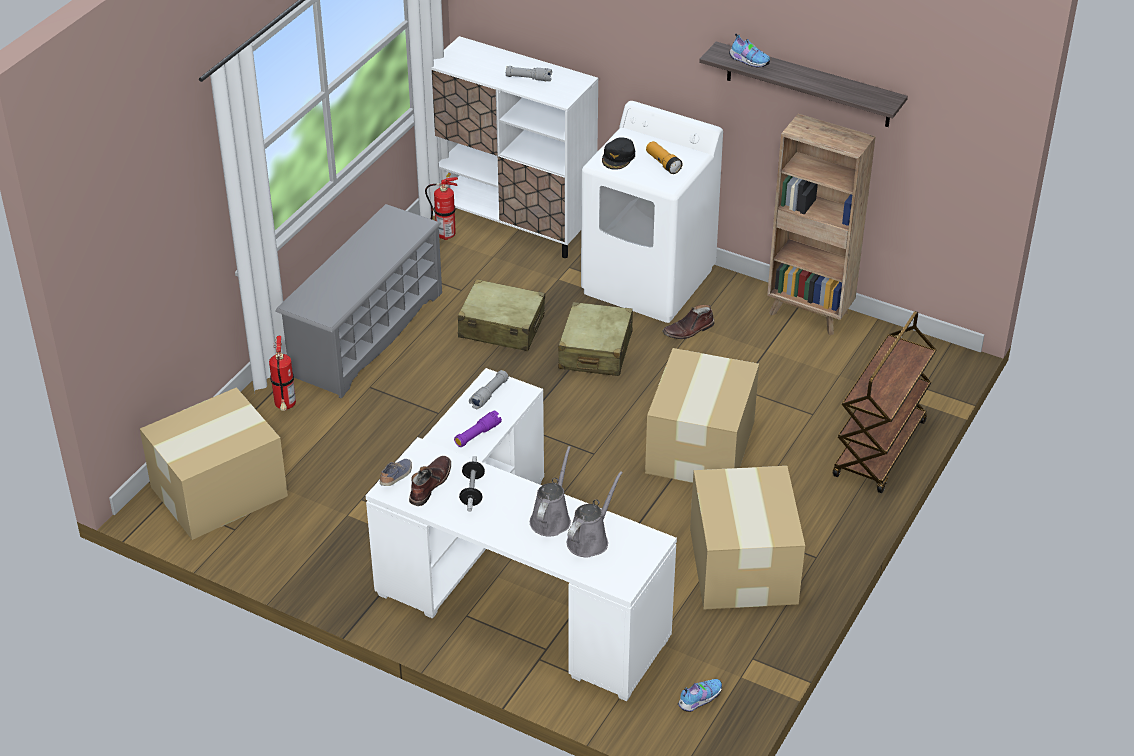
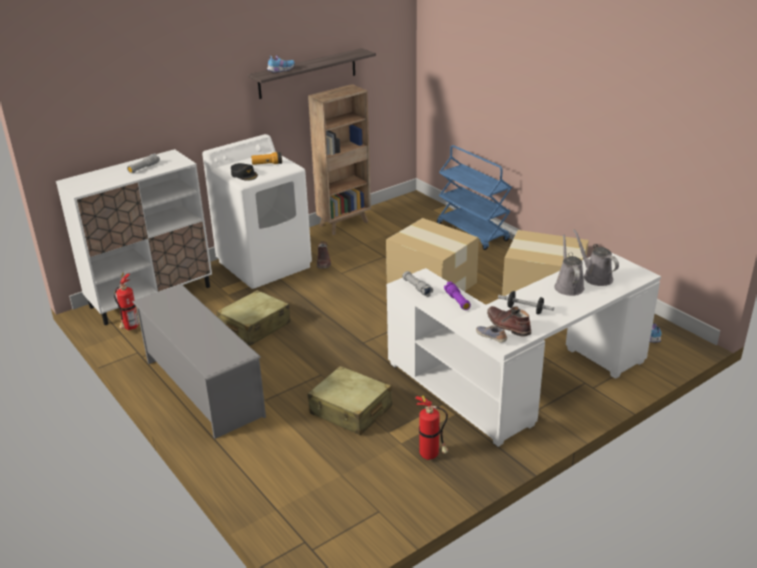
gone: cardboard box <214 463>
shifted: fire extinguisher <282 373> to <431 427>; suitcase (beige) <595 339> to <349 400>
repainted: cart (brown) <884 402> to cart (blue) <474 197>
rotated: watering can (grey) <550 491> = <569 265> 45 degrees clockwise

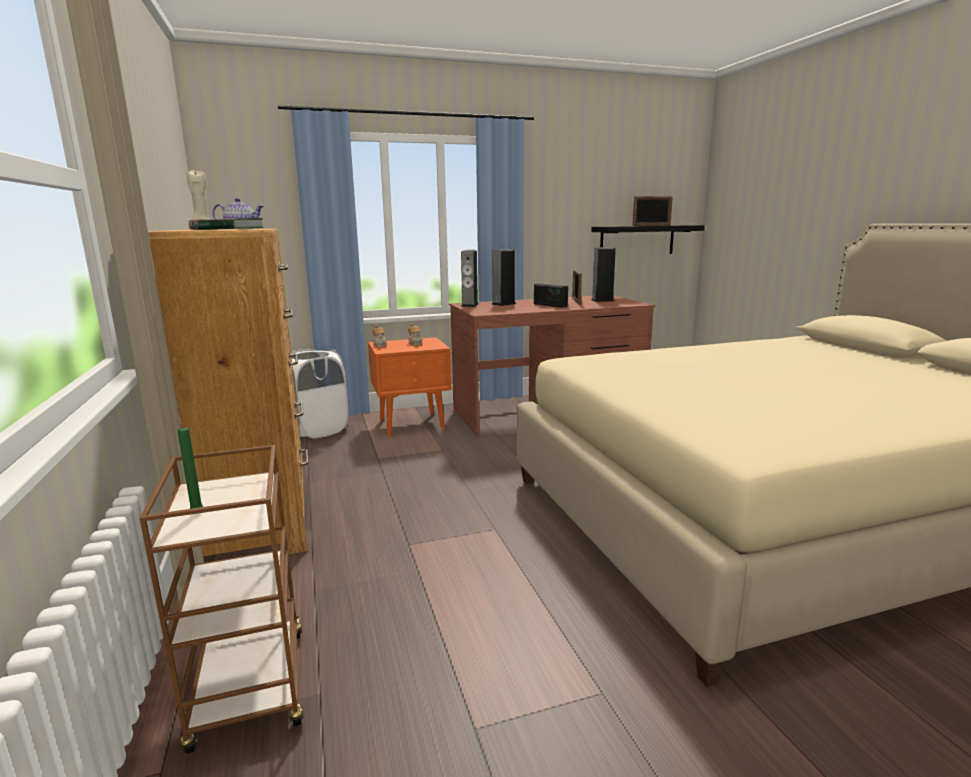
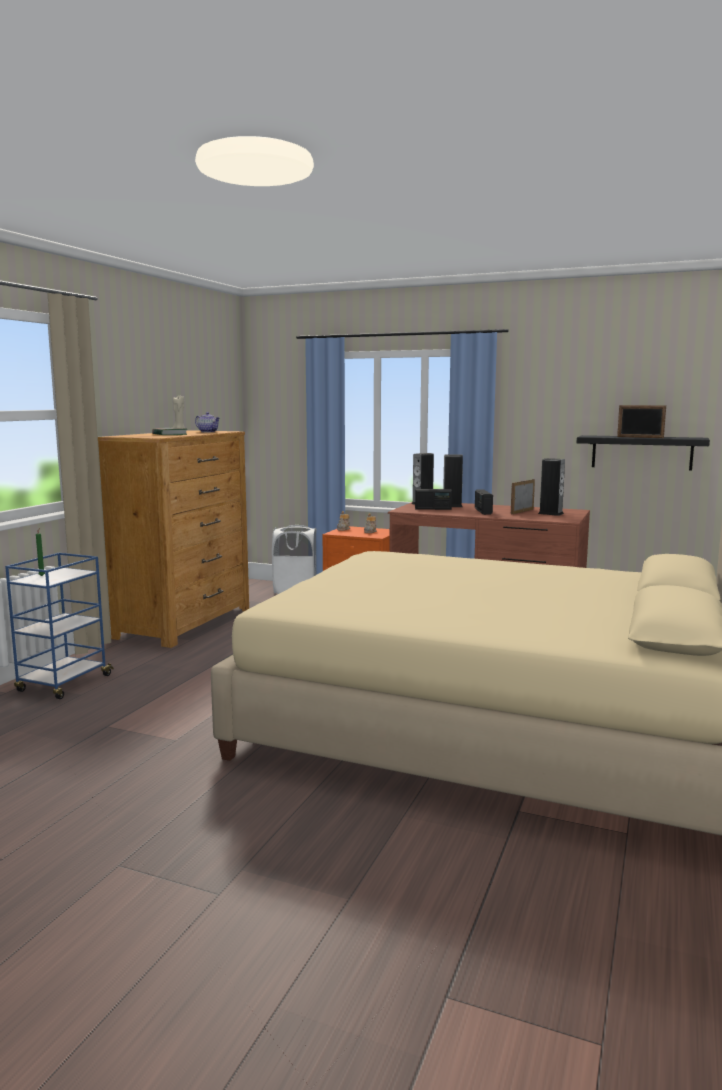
new: radio <433 499>
repainted: cart (brown) <222 599> to cart (blue) <59 626>

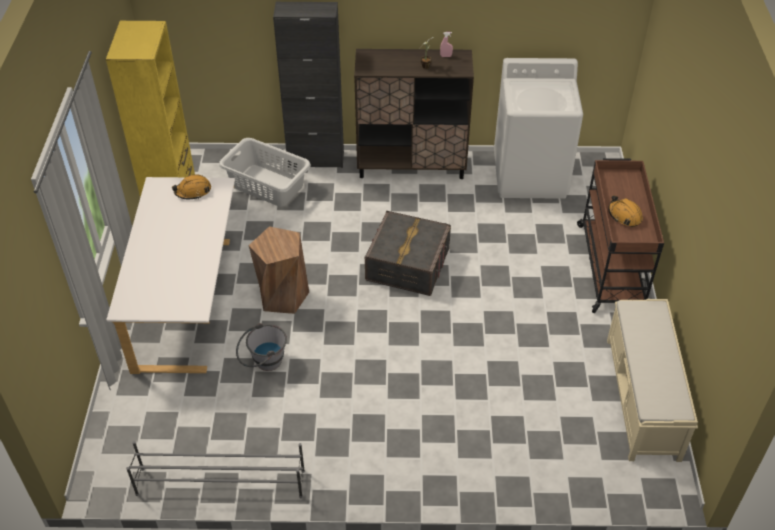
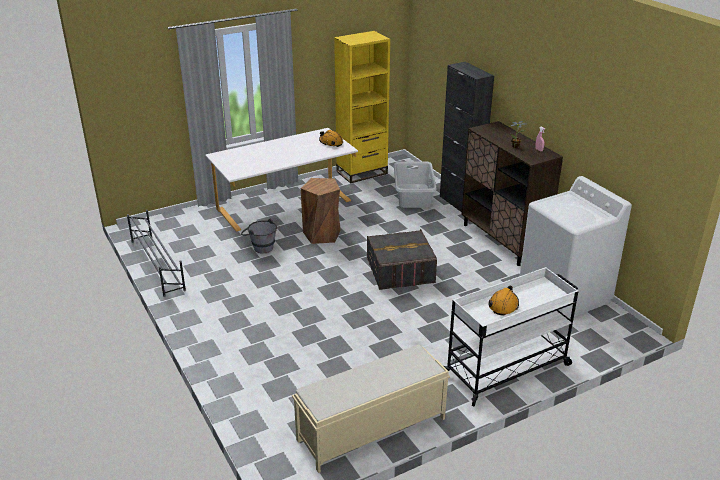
repainted: cart (brown) <620 235> to cart (white) <511 336>

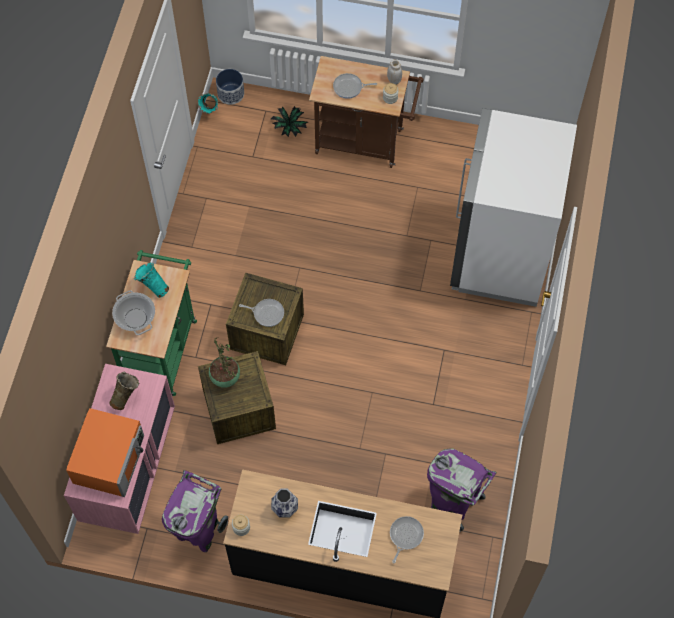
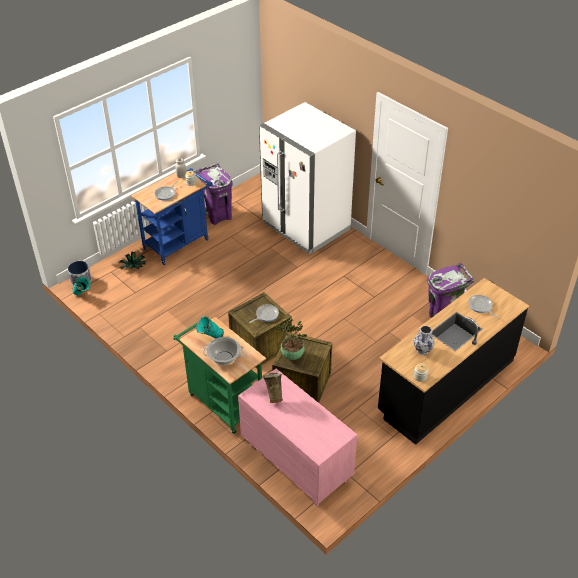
gone: microwave (orange) <105 452>
shifted: trash can (purple) <195 511> to <214 194>
repainted: cart (brown) <366 112> to cart (blue) <172 216>

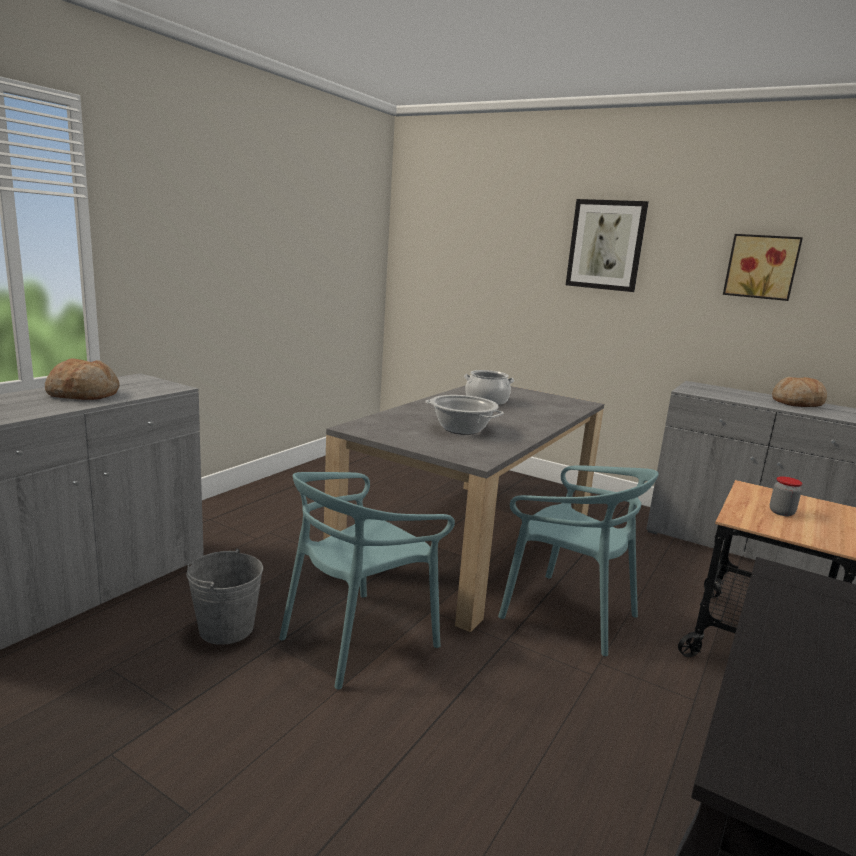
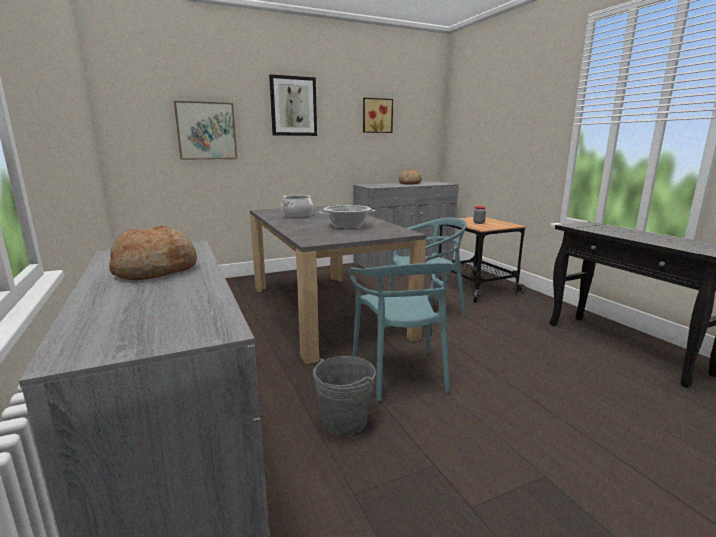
new: picture <205 130>

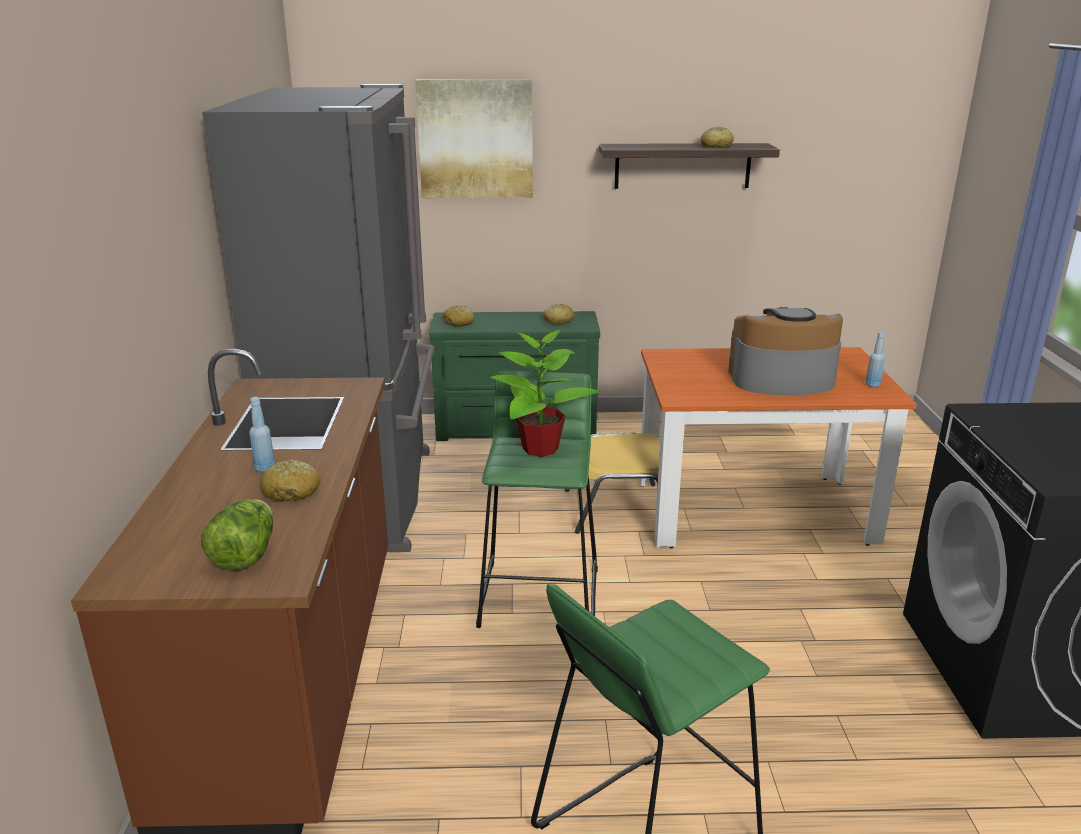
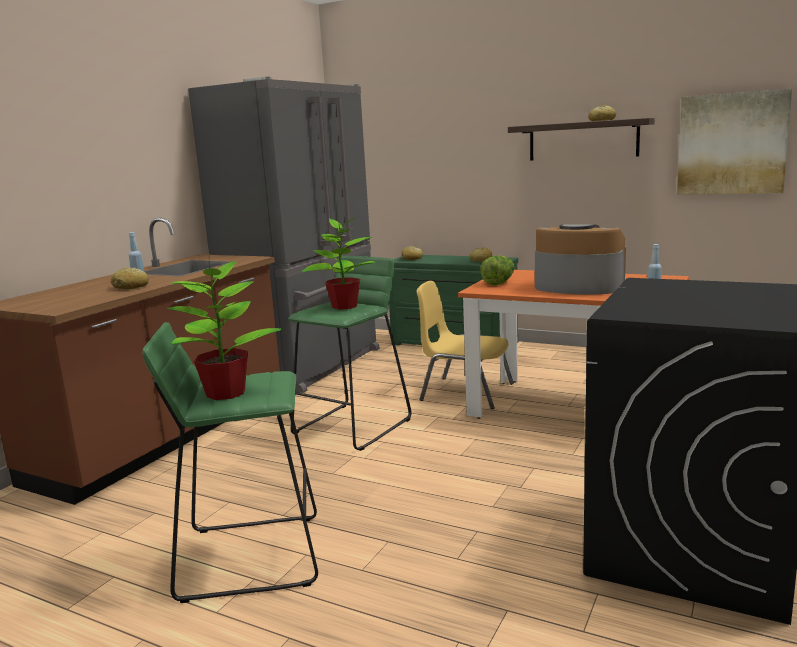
new: potted plant <225 328>
shifted: lettuce <237 535> to <497 270>; picture <474 138> to <734 142>

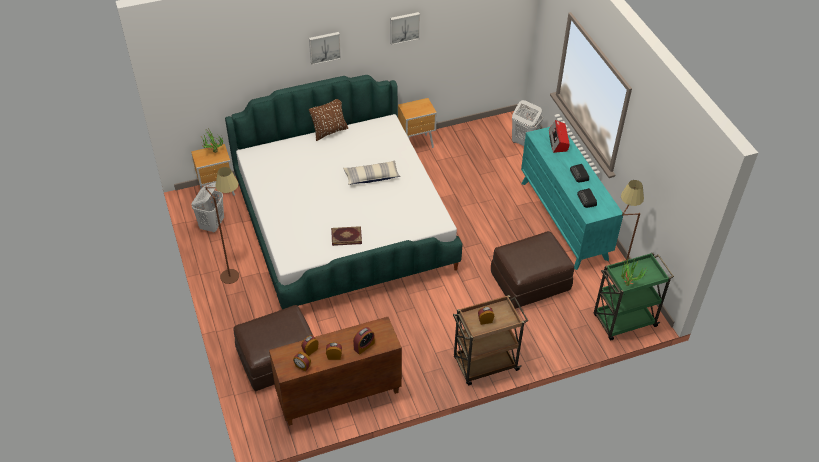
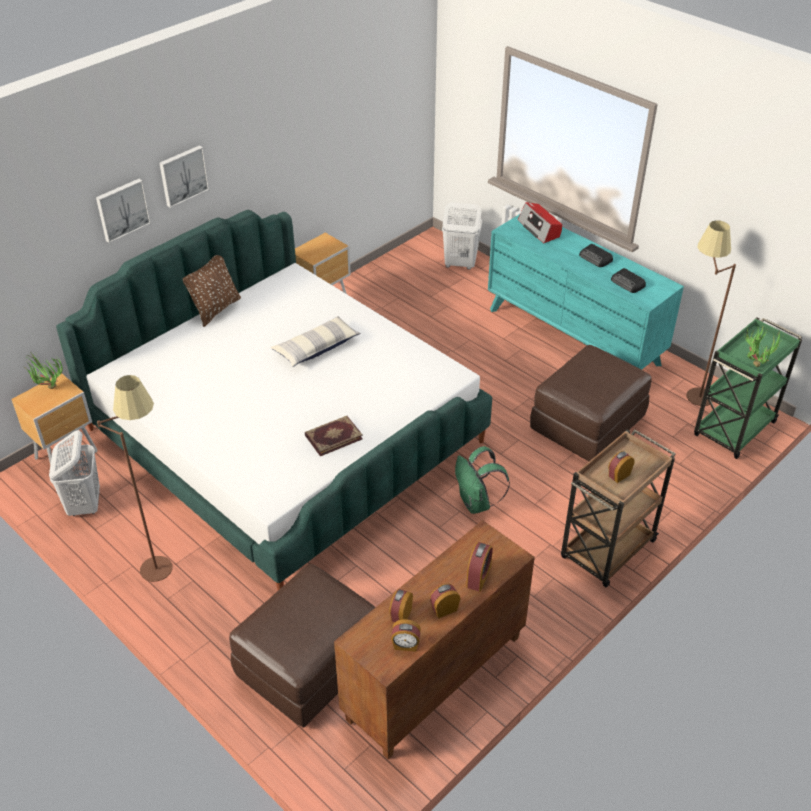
new: backpack (green) <482 480>
shifted: picture <405 28> to <123 211>

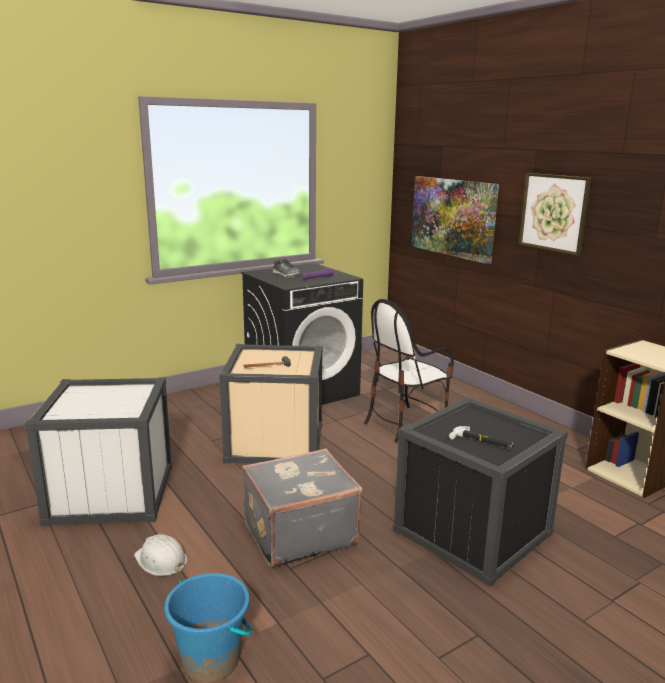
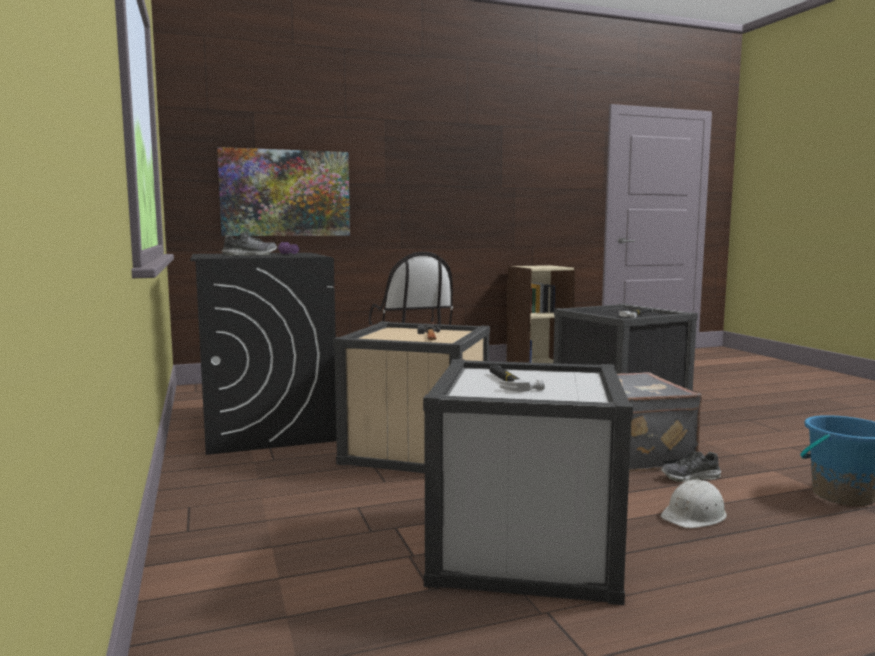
gone: picture <555 214>
new: hammer <517 378>; shoe <691 467>

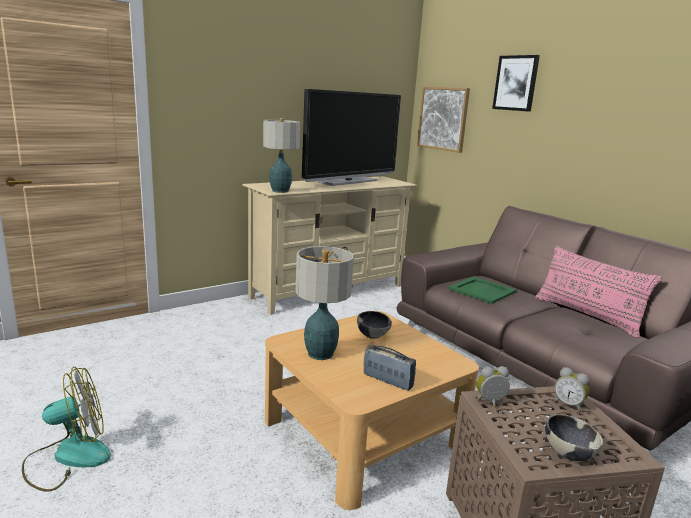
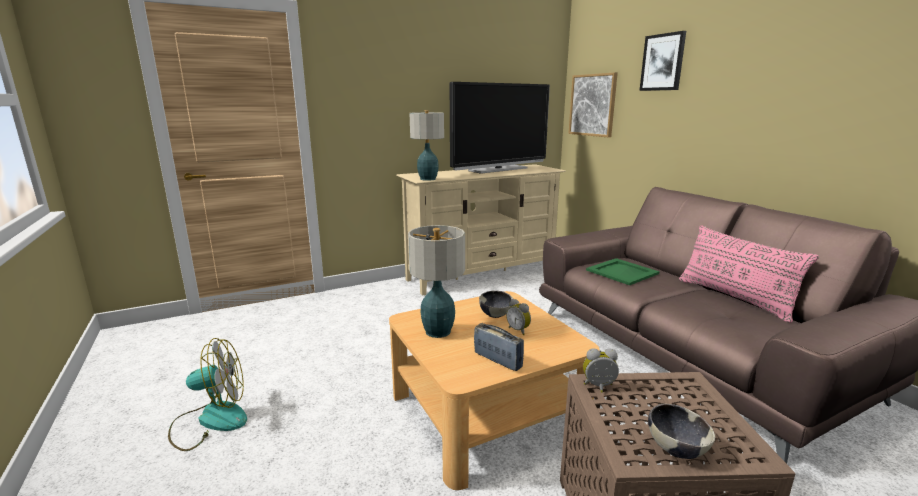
shifted: alarm clock <571 389> to <518 317>

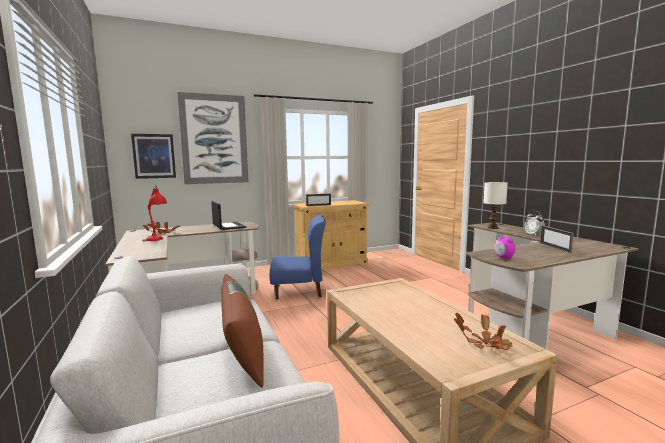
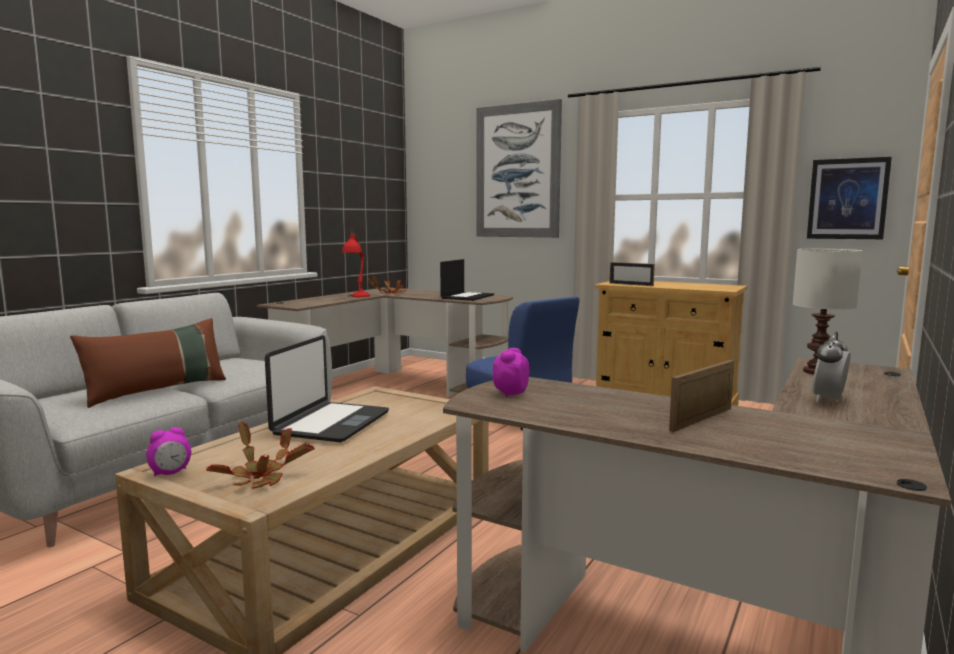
new: alarm clock <168 451>; laptop <327 388>
shifted: picture <153 156> to <849 198>

